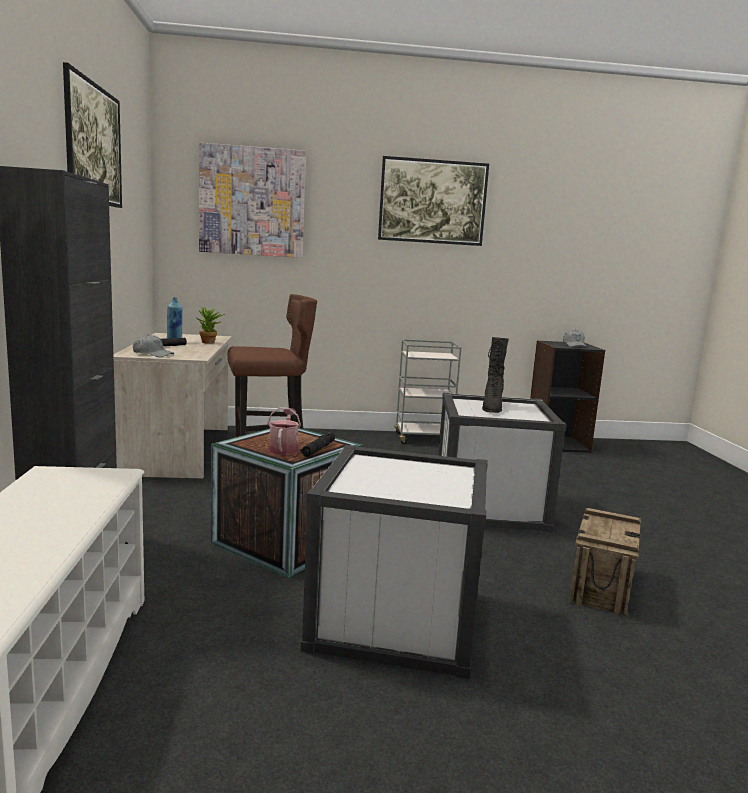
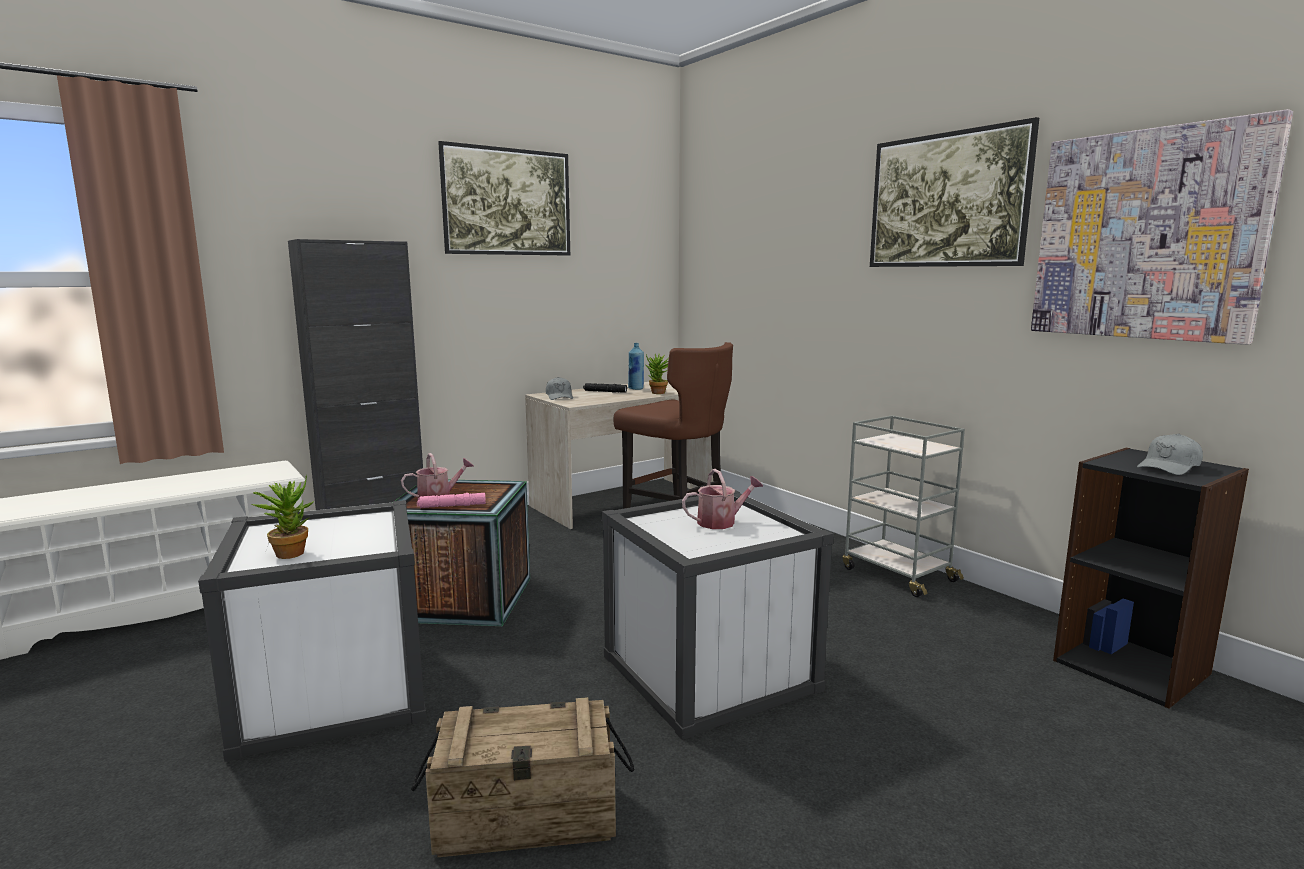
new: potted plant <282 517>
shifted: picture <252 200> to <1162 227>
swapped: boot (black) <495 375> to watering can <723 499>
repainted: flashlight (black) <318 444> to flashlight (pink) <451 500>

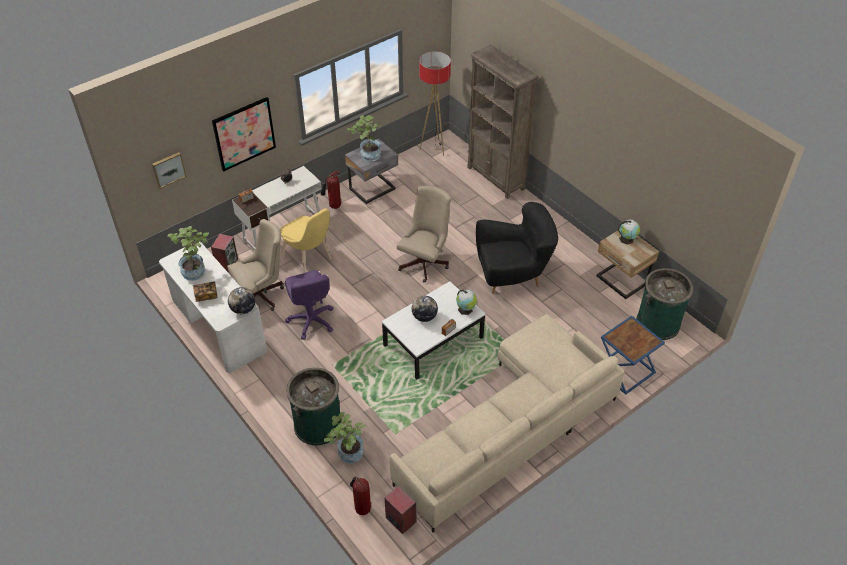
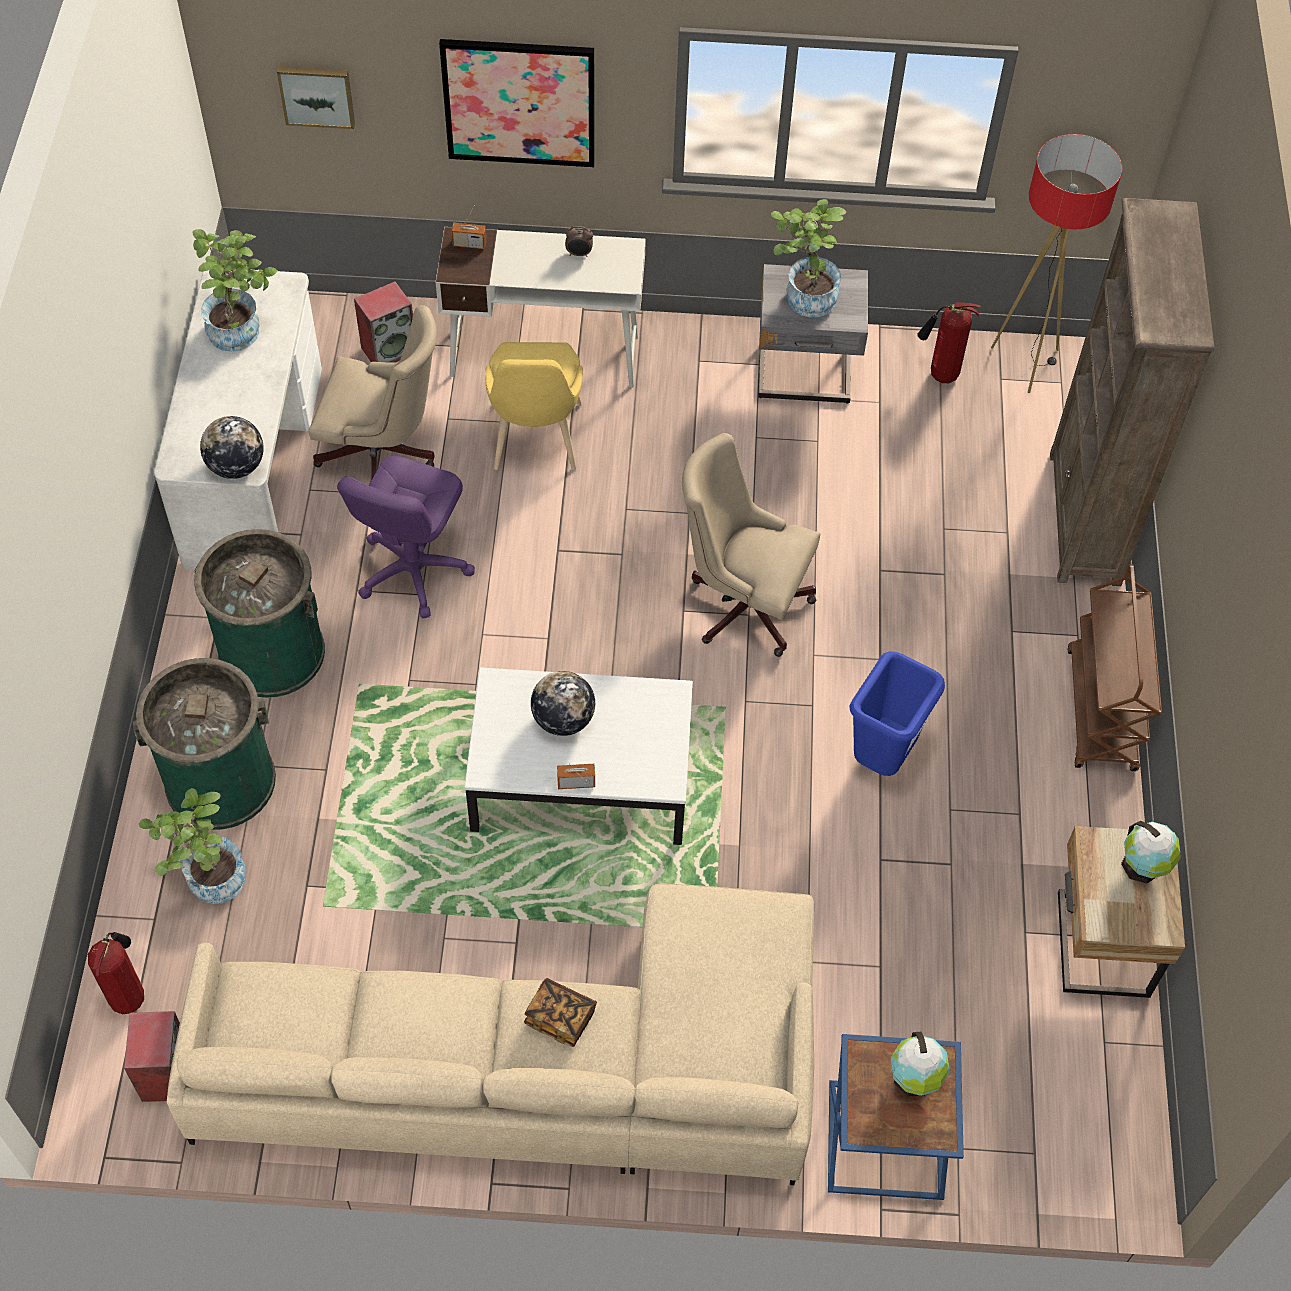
new: cart (brown) <1114 667>
shifted: book <205 292> to <560 1012>; fire extinguisher <331 189> to <949 343>; globe <466 302> to <920 1064>; trash can (green) <664 304> to <259 613>
swapped: armchair (black) <517 248> to trash can (blue) <897 713>
rotated: office chair (beige) <424 234> = <751 545> 135 degrees counterclockwise

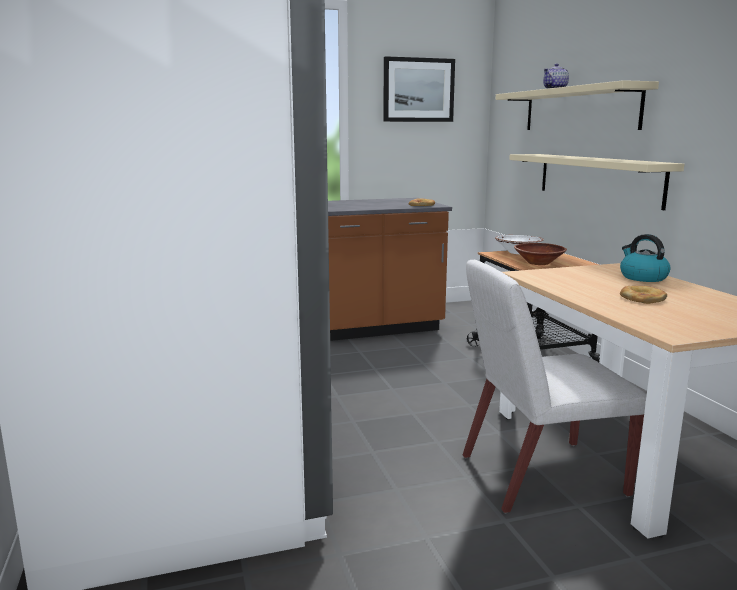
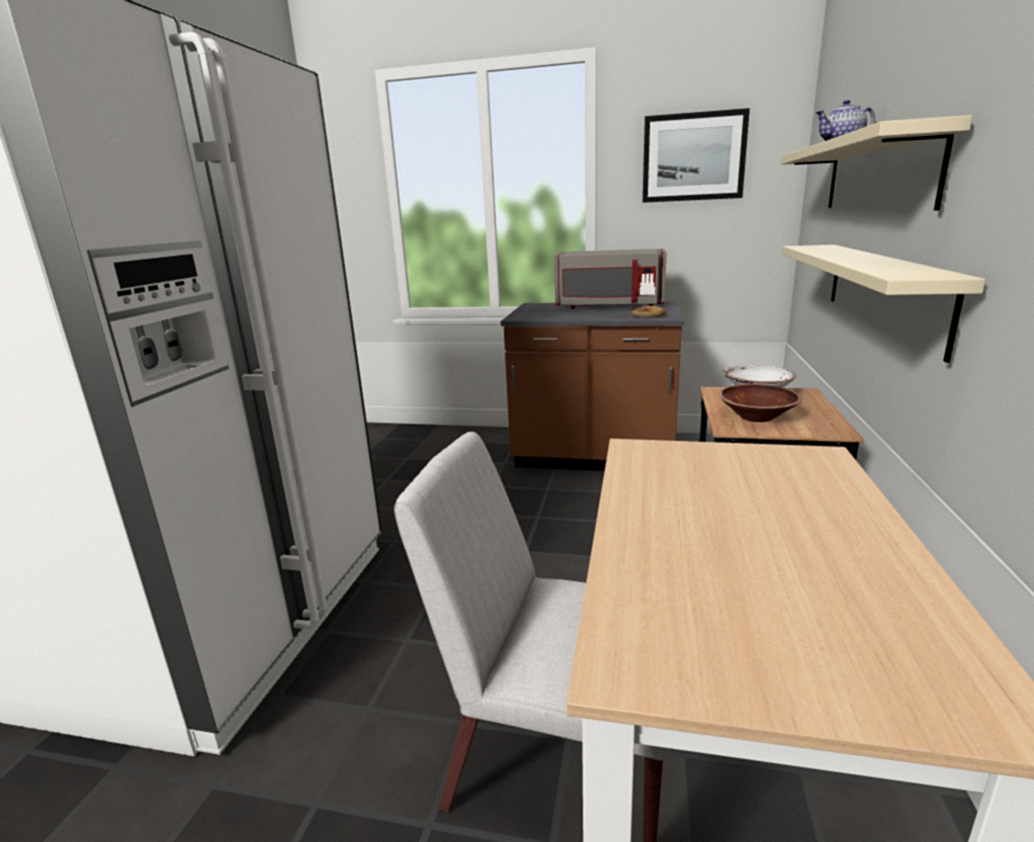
gone: kettle <645 258>; bread <643 295>
new: microwave (grey) <610 279>

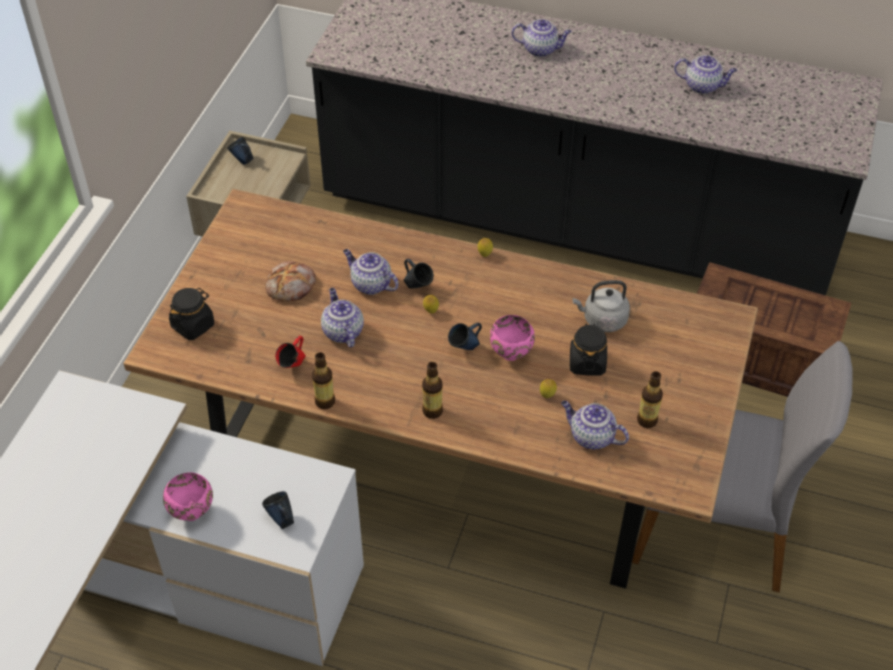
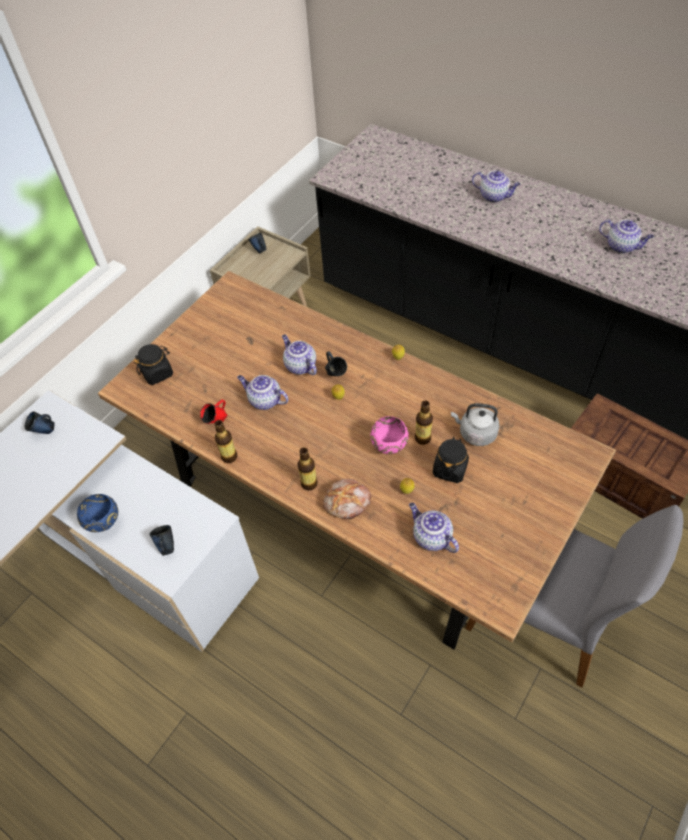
shifted: bread <290 281> to <347 499>; mug (blue) <465 336> to <40 422>; bottle <650 399> to <424 423>
repainted: bowl (pink) <188 496> to bowl (blue) <97 513>
rotated: teapot <342 318> = <262 392> 60 degrees counterclockwise

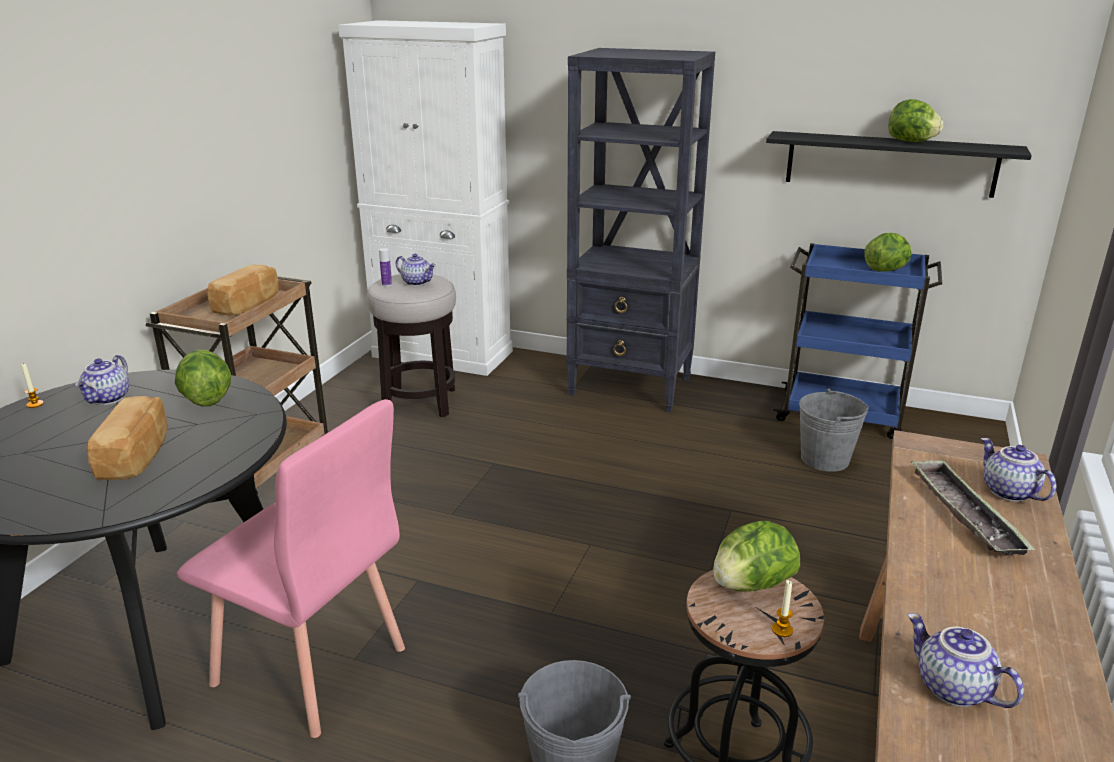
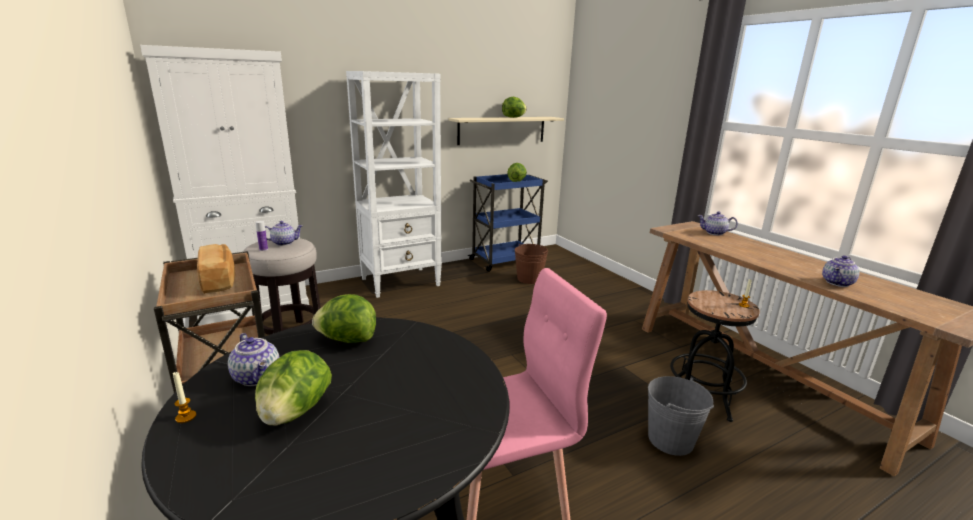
gone: bread <127 438>; tray <972 507>
shifted: lettuce <756 556> to <293 388>
repainted: bookcase (black) <640 230> to bookcase (white) <394 184>; shelf (black) <899 164> to shelf (beige) <506 131>; bucket (grey) <834 430> to bucket (brown) <531 264>
rotated: teapot <965 660> = <841 271> 45 degrees counterclockwise

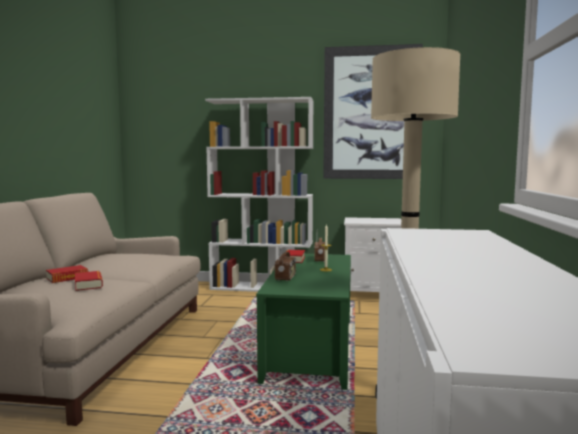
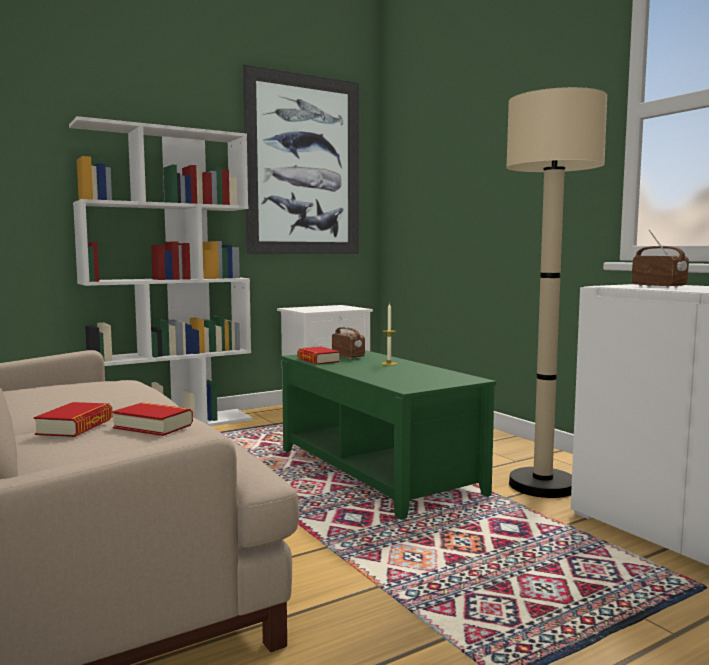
shifted: radio <285 262> to <660 259>

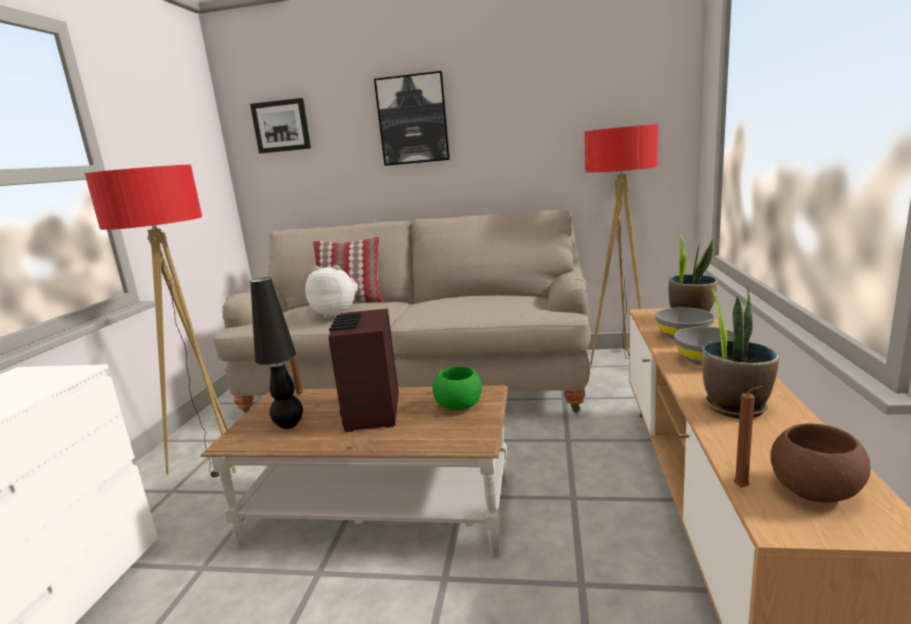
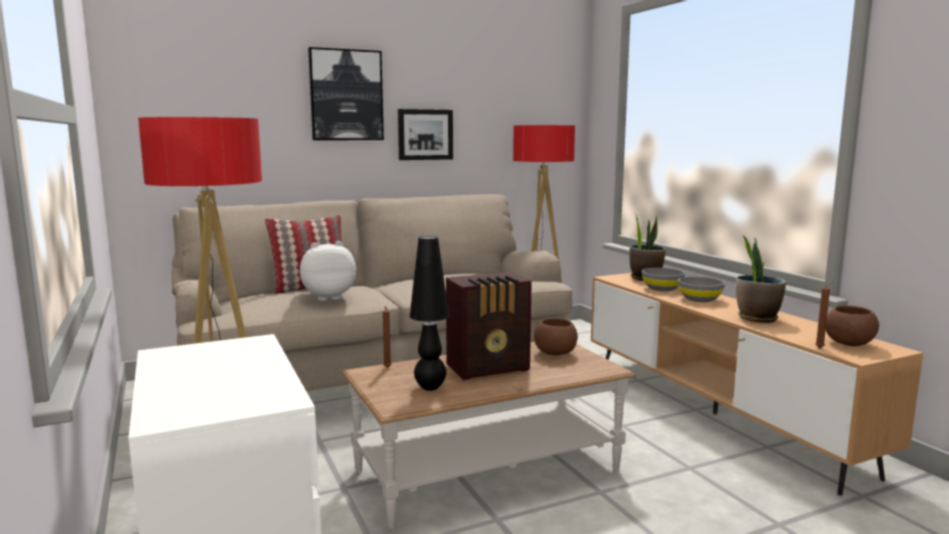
shifted: picture <280 126> to <425 134>
repainted: bowl (green) <457 388> to bowl (brown) <556 336>
rotated: radio <363 370> = <489 326> 75 degrees counterclockwise

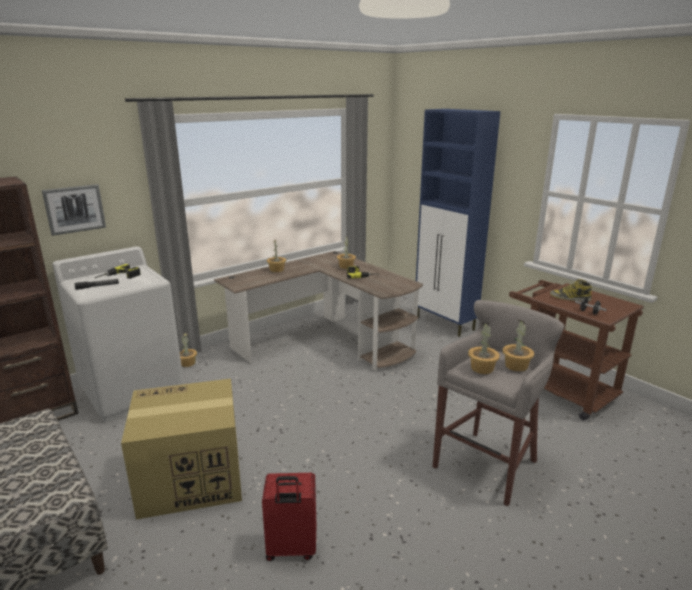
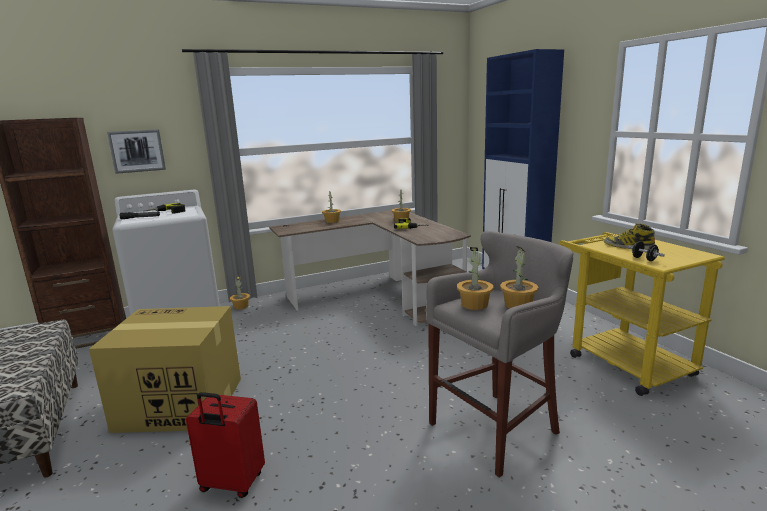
repainted: cart (brown) <576 350> to cart (yellow) <642 314>

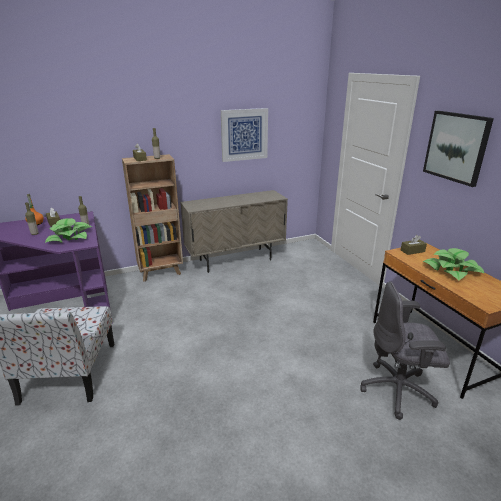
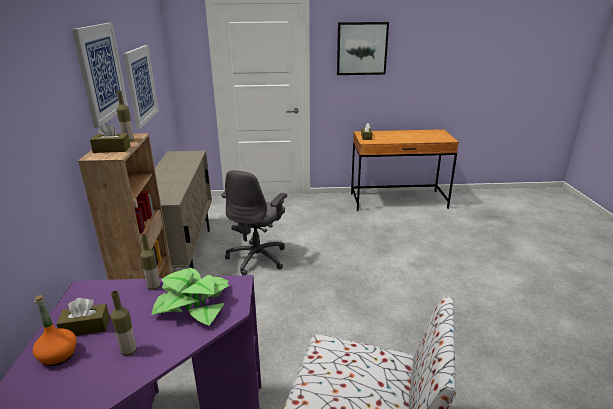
gone: potted plant <453 264>
new: picture <100 75>
shifted: office chair (grey) <405 350> to <254 222>

